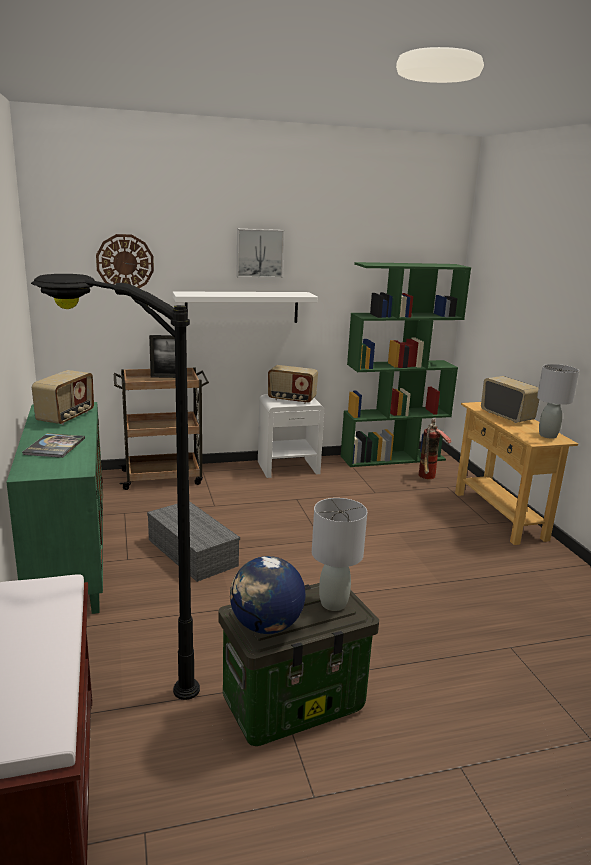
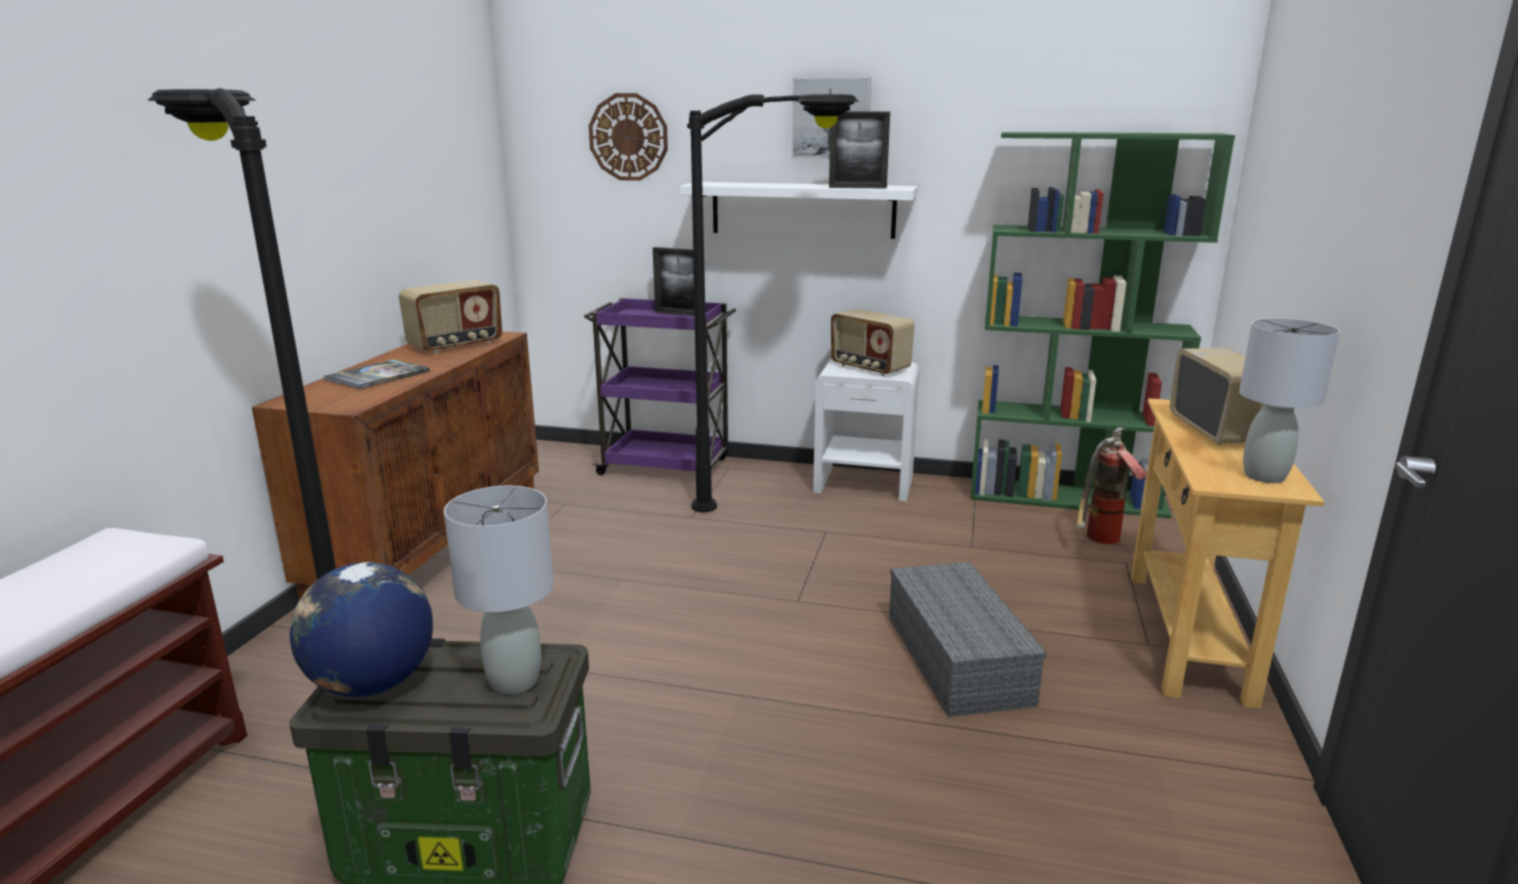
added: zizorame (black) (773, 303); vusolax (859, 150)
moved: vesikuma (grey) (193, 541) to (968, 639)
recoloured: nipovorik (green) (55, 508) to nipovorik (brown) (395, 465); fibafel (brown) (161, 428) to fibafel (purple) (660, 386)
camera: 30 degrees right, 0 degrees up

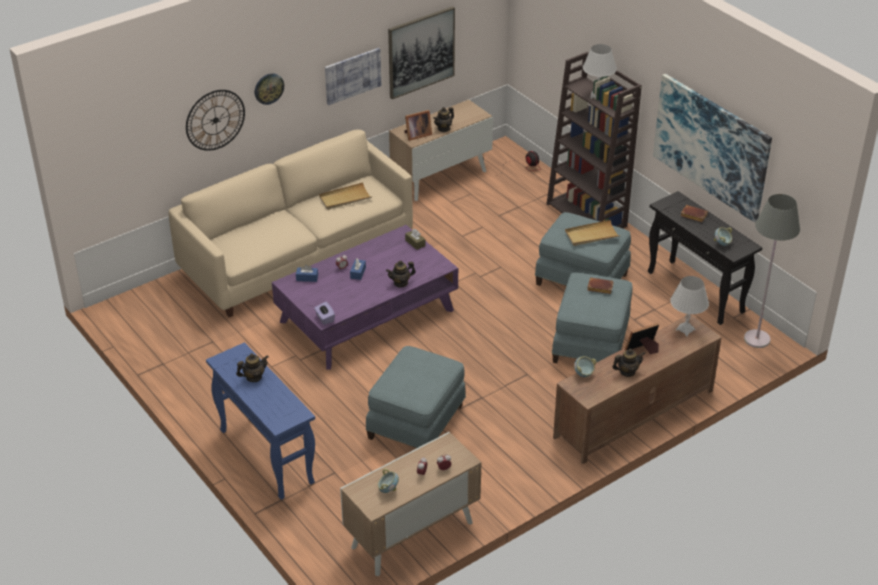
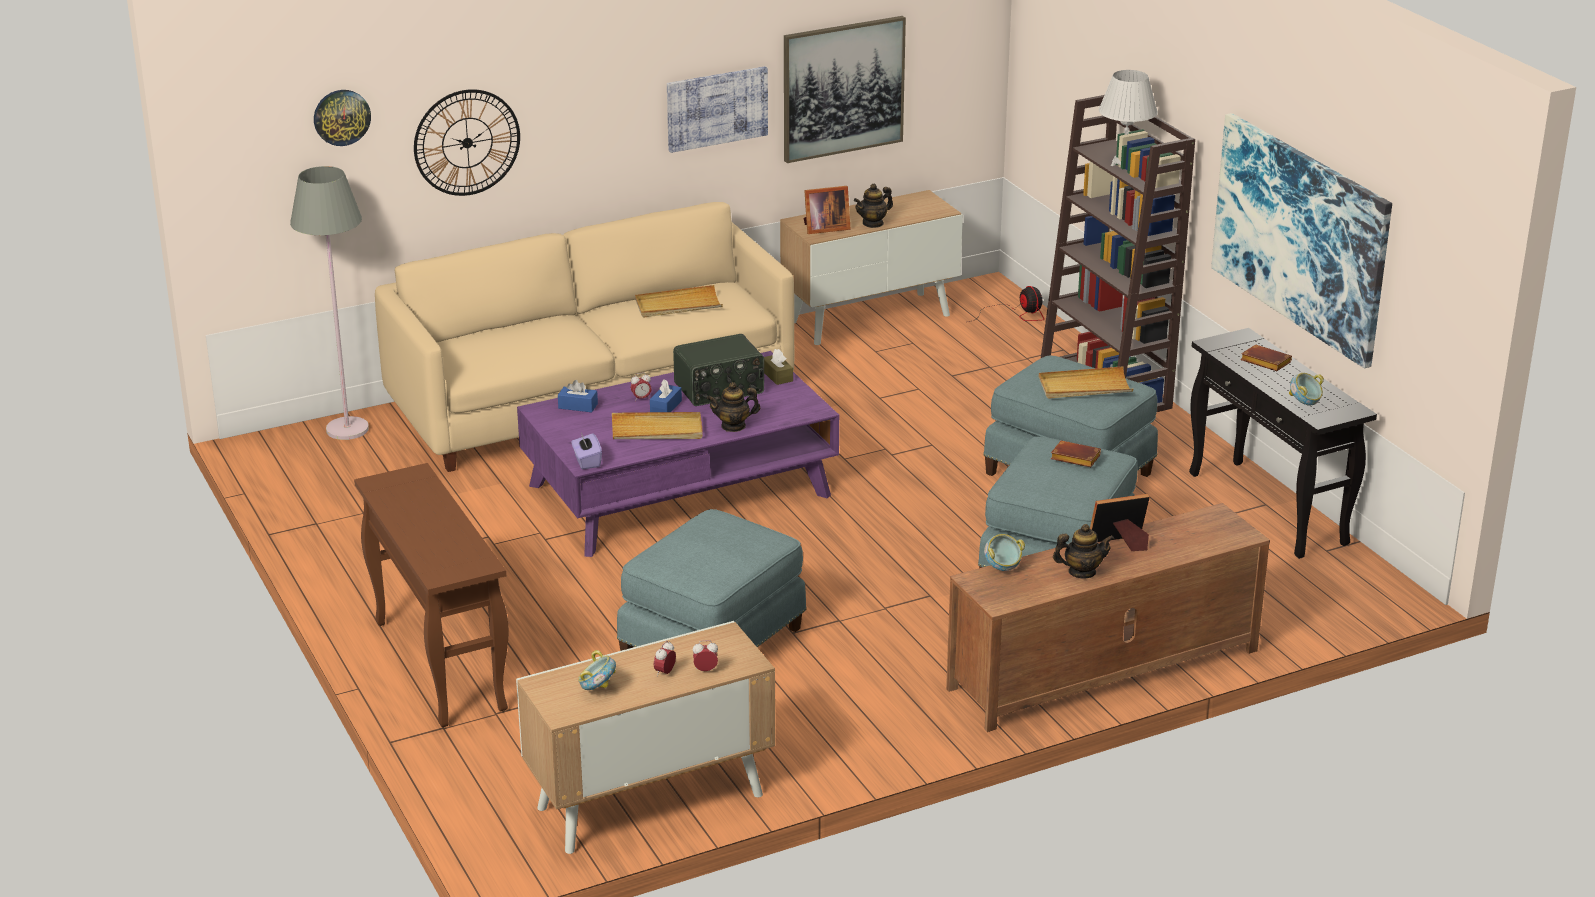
removed: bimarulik (252, 367); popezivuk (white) (689, 306)
added: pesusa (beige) (657, 425); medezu (718, 370)
moved: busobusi (269, 89) to (342, 118); zizorame (grey) (772, 271) to (329, 303)
recoloured: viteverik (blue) (260, 421) to viteverik (brown) (431, 595)
camera: 10 degrees right, 10 degrees down

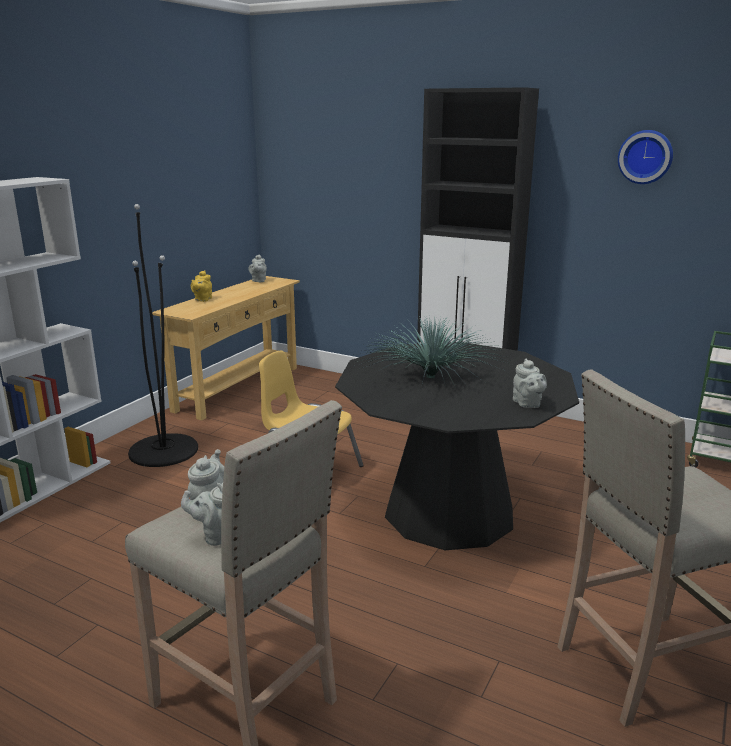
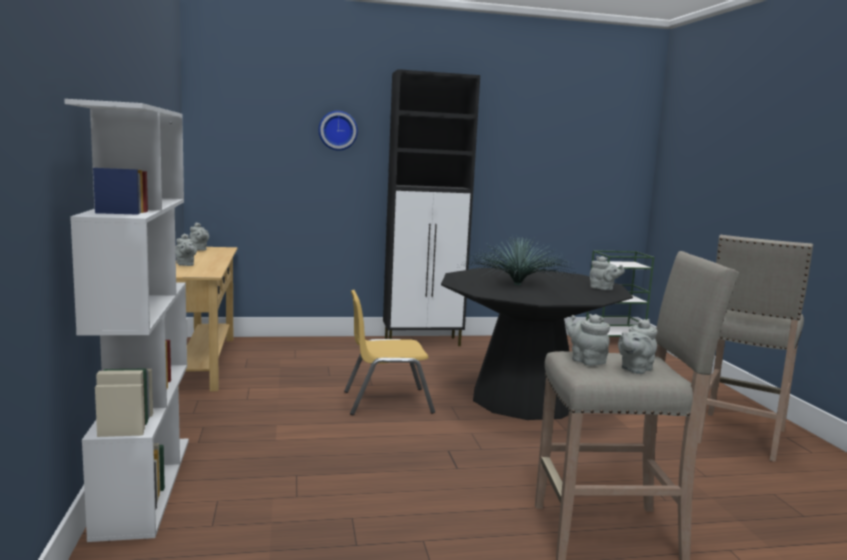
removed: zizorame (black) (163, 335)
moved: busobusi (645, 157) to (338, 131)
recoloured: bimarulik (yellow) (201, 286) to bimarulik (grey) (186, 250)
camera: 40 degrees left, 10 degrees down

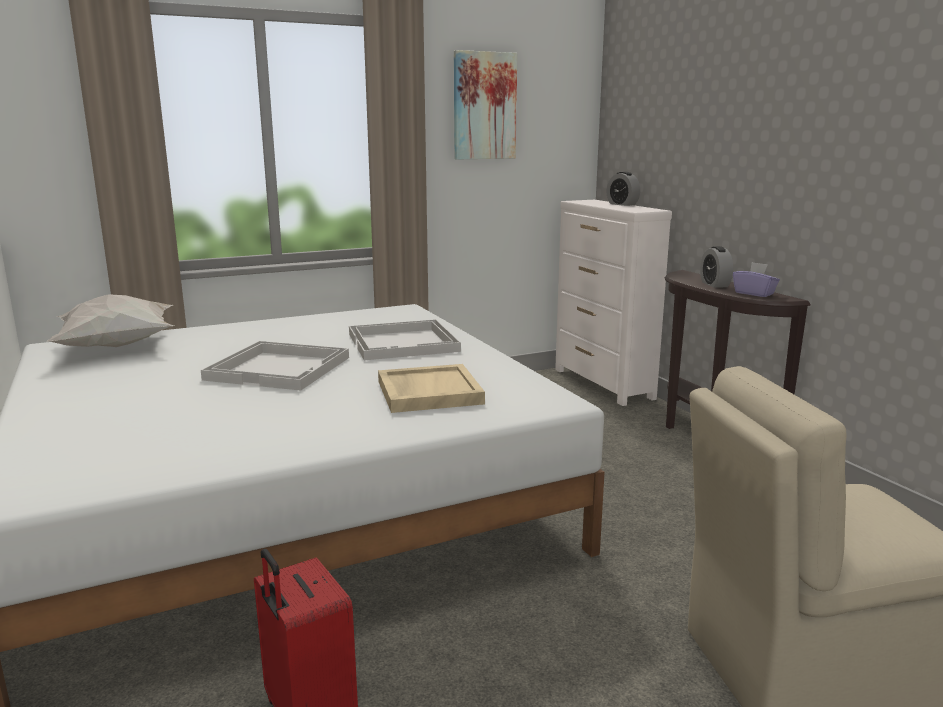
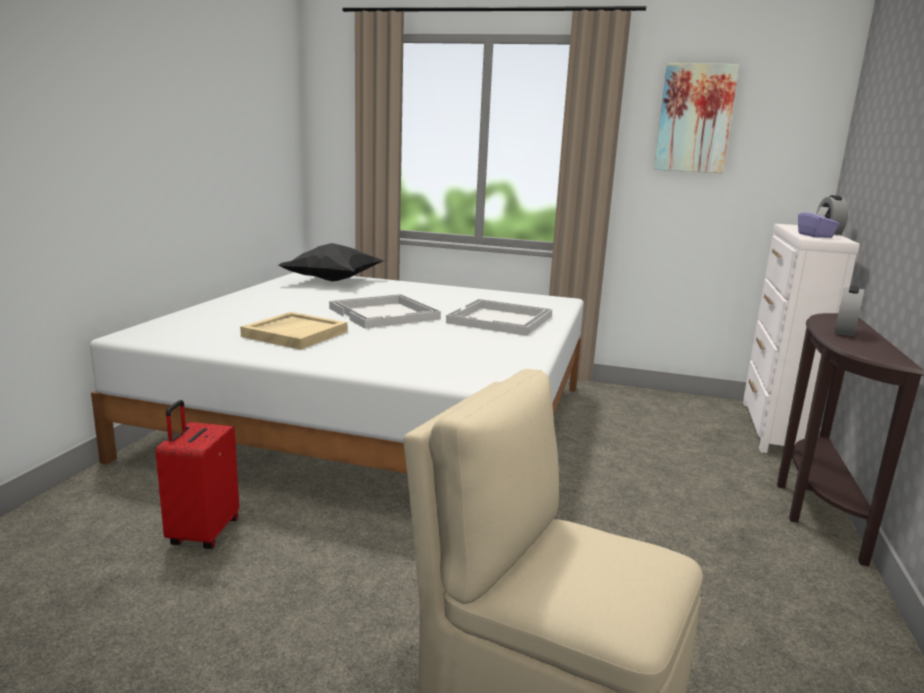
moved: pesusa (beige) (431, 388) to (293, 331); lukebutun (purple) (756, 279) to (819, 222)
recoloured: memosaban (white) (110, 320) to memosaban (black) (331, 262)
camera: 40 degrees right, 0 degrees up

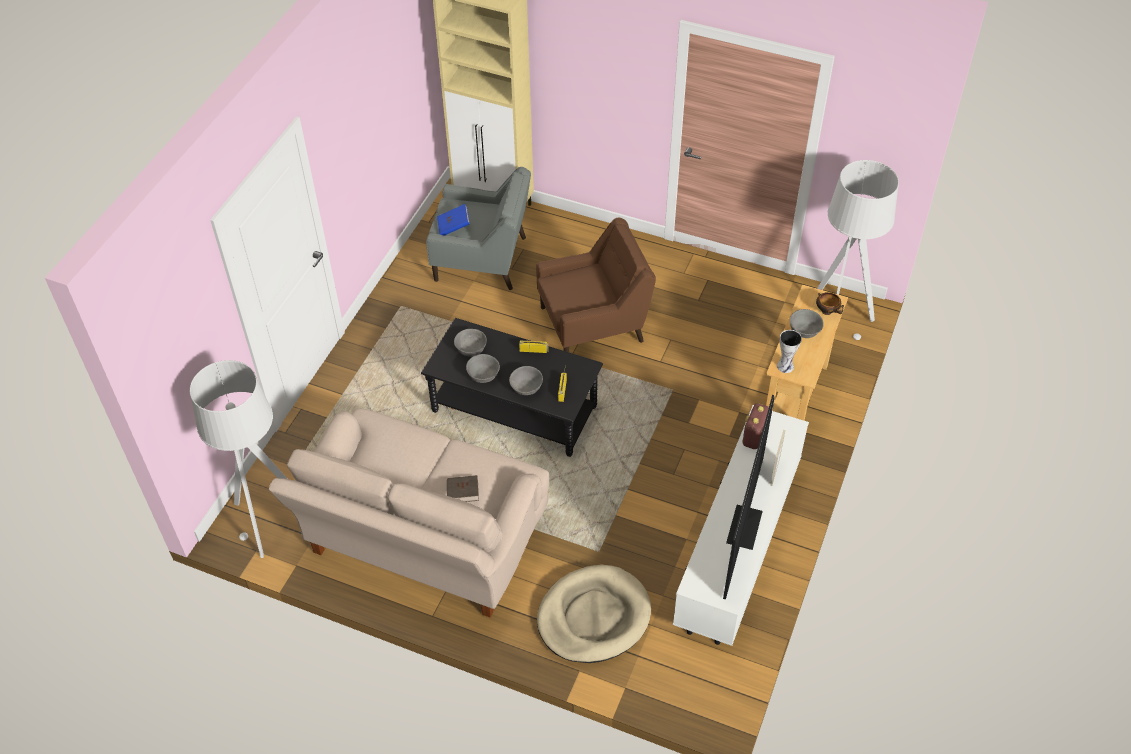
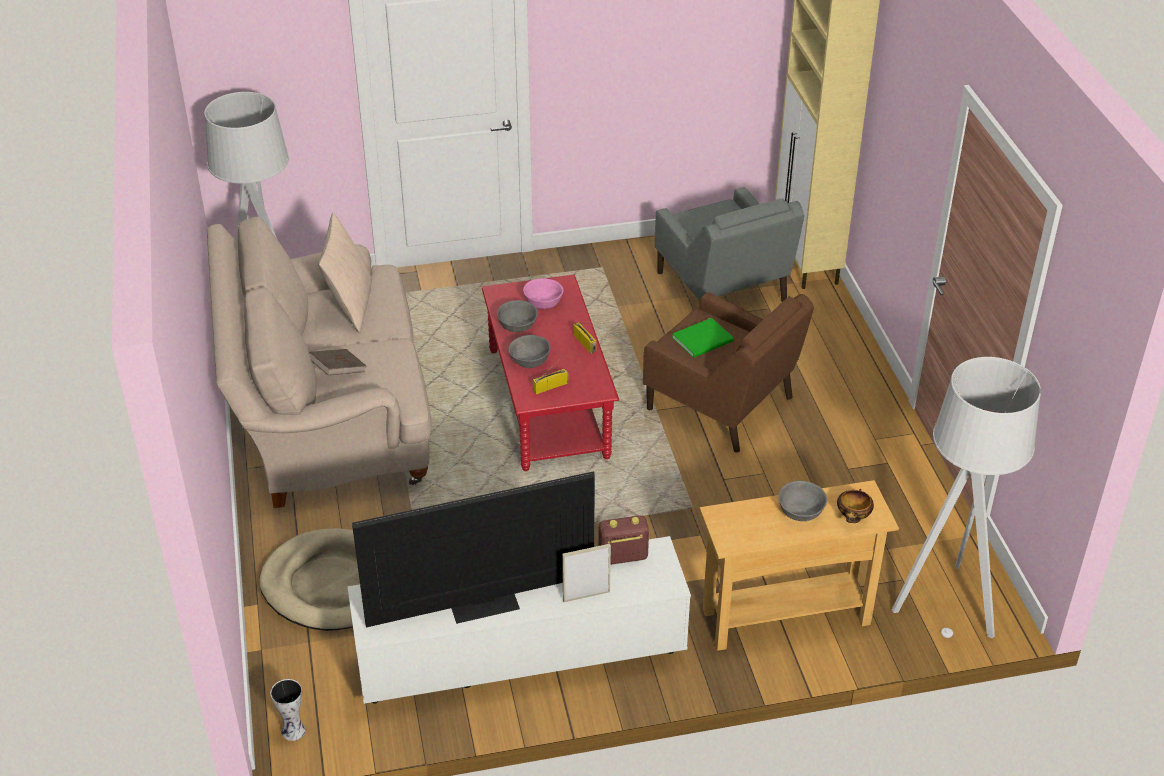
removed: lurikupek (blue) (453, 220)
added: memosaban (beige) (345, 272); lurikupek (green) (703, 338)
moved: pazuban (789, 351) to (288, 710)
recoloured: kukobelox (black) (512, 387) to kukobelox (red) (550, 373); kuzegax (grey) (470, 342) to kuzegax (pink) (543, 293)
camera: 55 degrees right, 10 degrees down

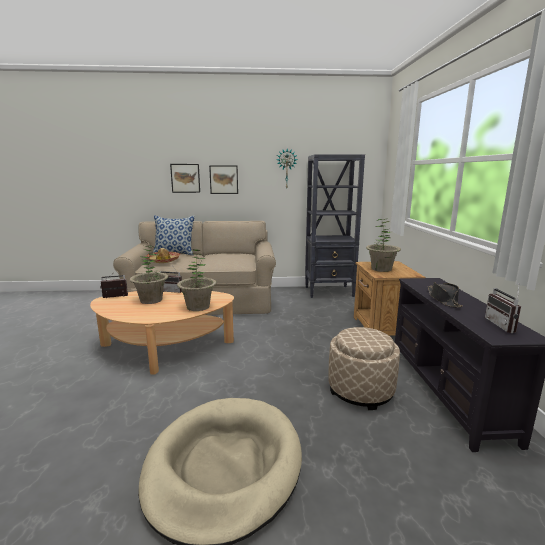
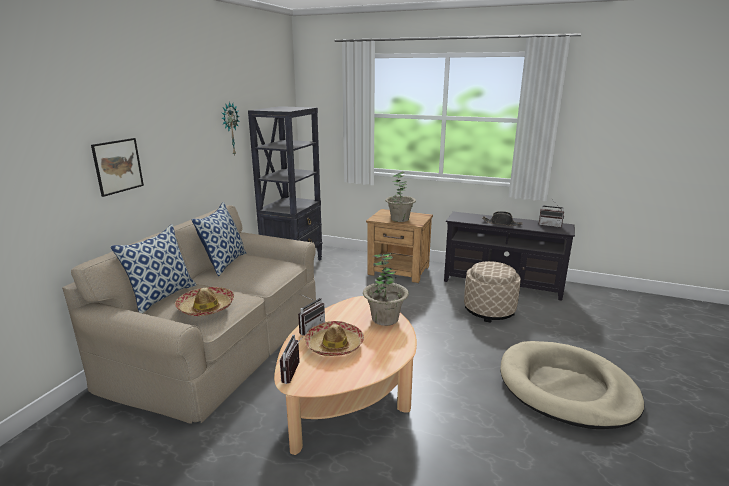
removed: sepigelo (223, 179)
added: memosaban (219, 239)
replaced: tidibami (149, 274) to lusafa (334, 338)
camera: 65 degrees left, 5 degrees up

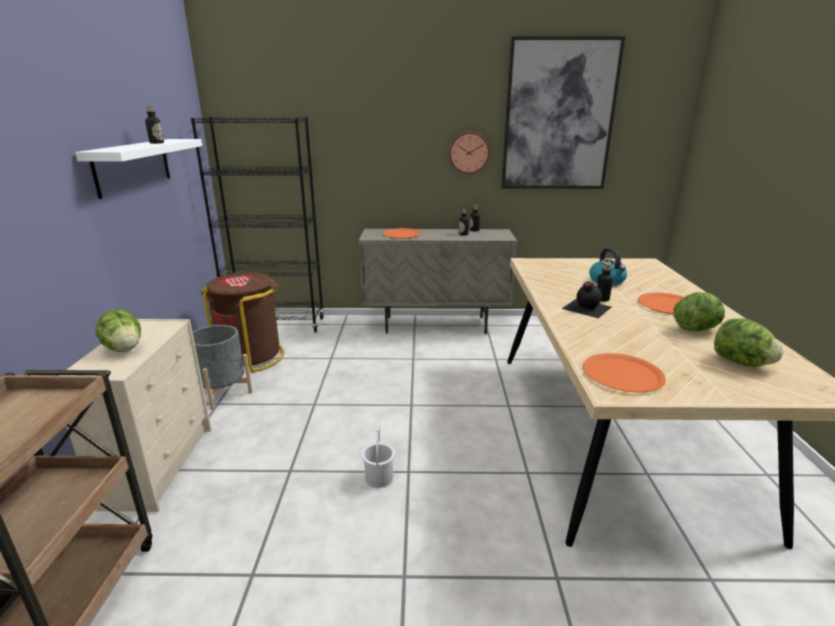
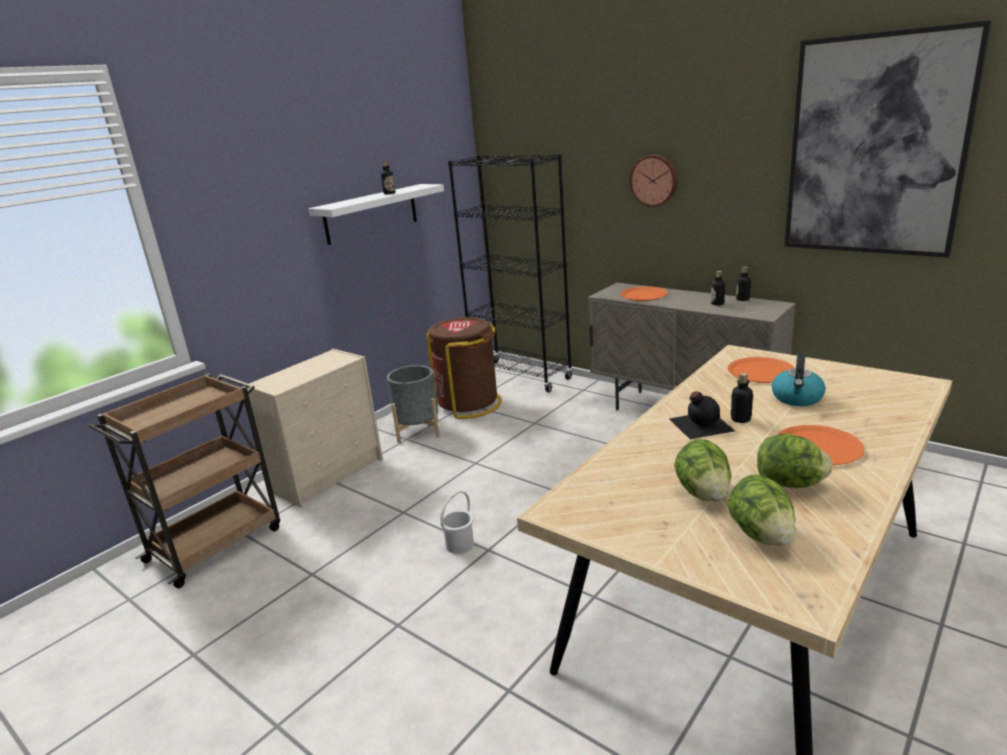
moved: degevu (118, 330) to (702, 470); busobusi (469, 152) to (653, 181); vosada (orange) (624, 372) to (761, 370)
camera: 40 degrees right, 0 degrees up

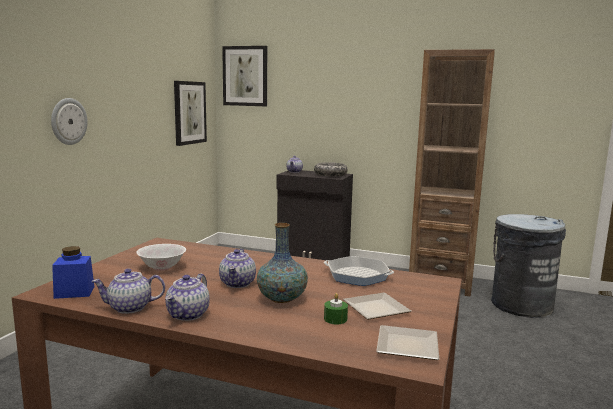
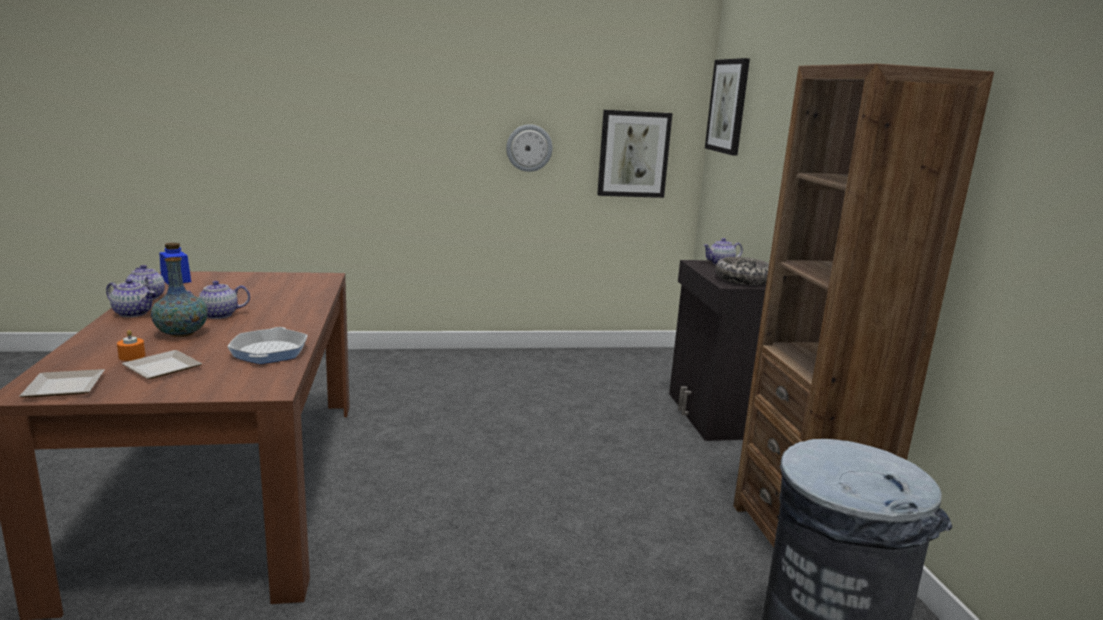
removed: kuzegax (white) (161, 257)
moved: busobusi (69, 121) to (529, 148)
recoloured: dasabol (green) (336, 309) to dasabol (orange) (131, 345)
turned: bimarulik (187, 297) = (130, 298) 150 degrees counterclockwise
camera: 60 degrees right, 5 degrees up

